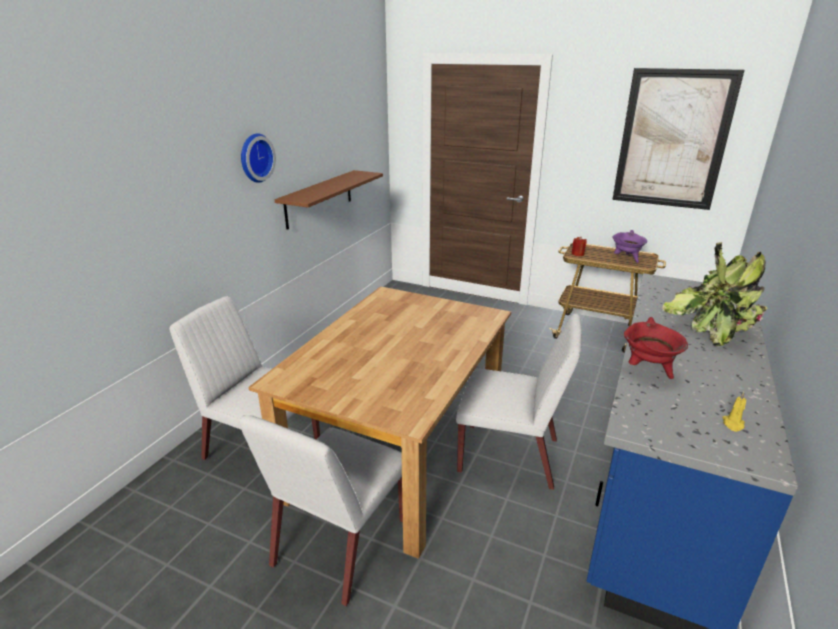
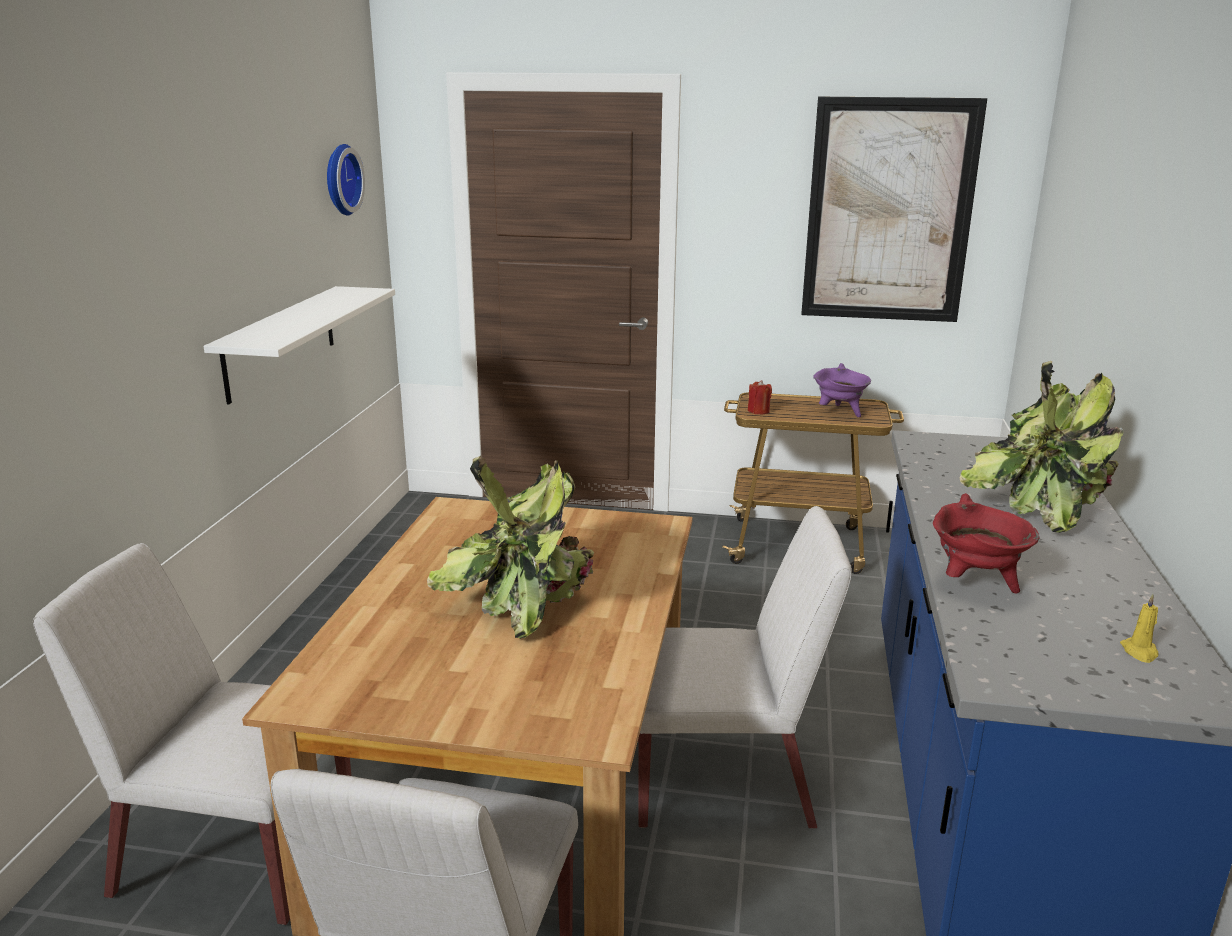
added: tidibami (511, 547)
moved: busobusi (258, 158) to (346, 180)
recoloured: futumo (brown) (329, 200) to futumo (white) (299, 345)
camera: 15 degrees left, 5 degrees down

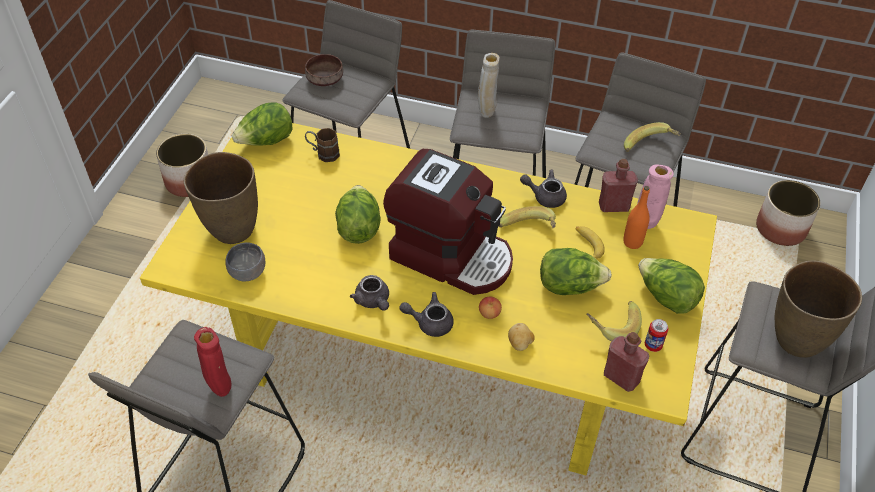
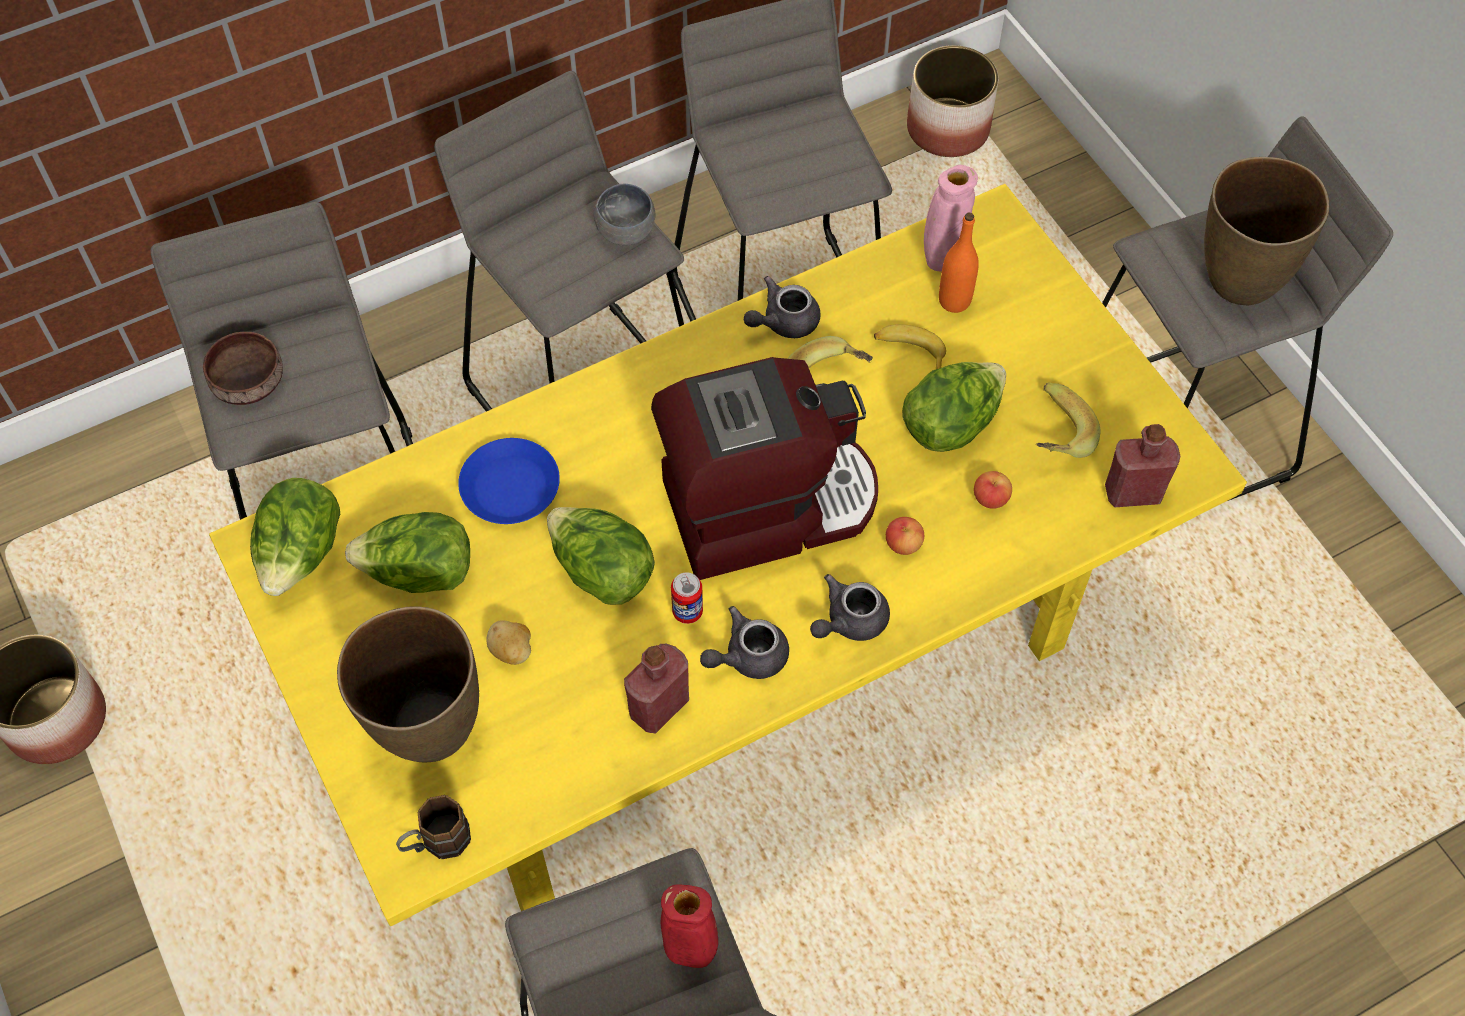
removed: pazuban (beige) (489, 85); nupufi (652, 137)
added: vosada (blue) (509, 481); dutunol (993, 490)
moved: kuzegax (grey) (245, 262) to (624, 215); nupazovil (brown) (322, 145) to (433, 827); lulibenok (521, 337) to (508, 642); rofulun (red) (618, 185) to (656, 688); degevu (671, 286) to (407, 552); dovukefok (656, 335) to (687, 598)
turned: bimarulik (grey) (369, 293) = (744, 642) 135 degrees clockwise
camera: 45 degrees left, 10 degrees up

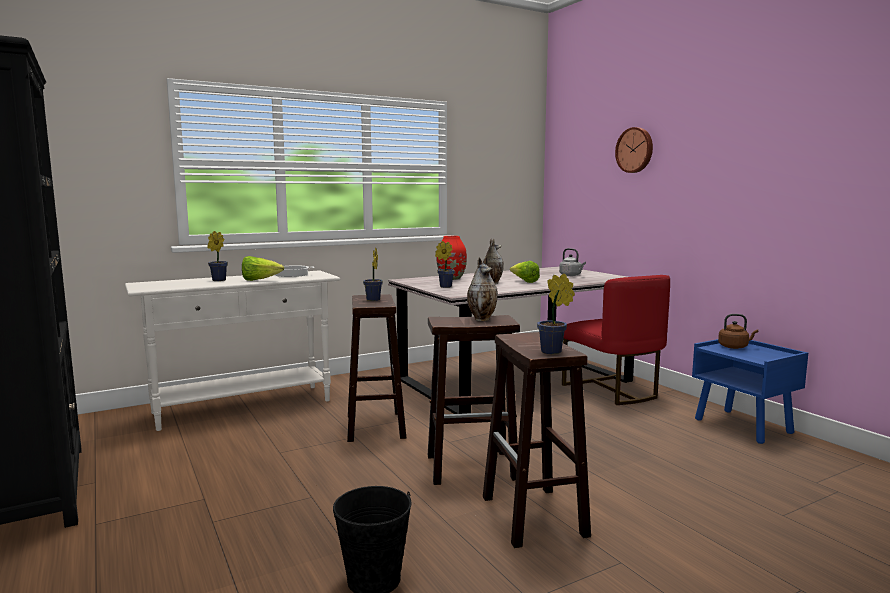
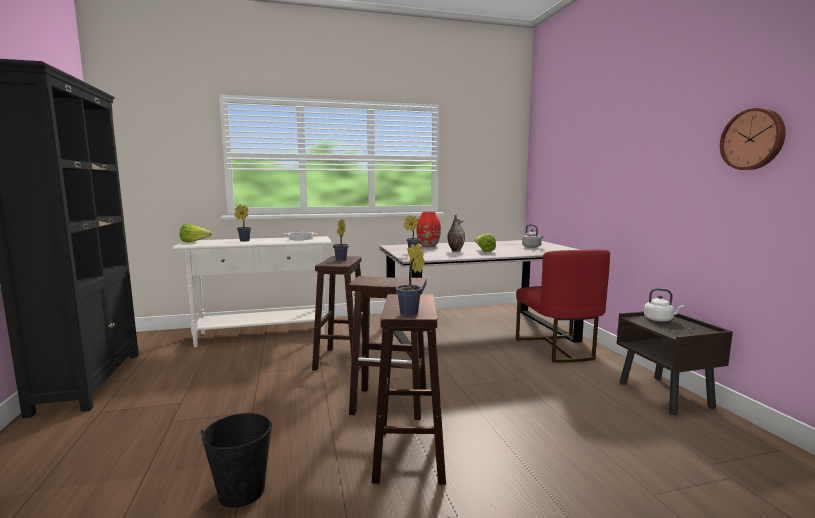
removed: pazuban (482, 289)
moved: degevu (263, 268) to (196, 233); busobusi (634, 150) to (753, 139)
recoloured: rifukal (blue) (750, 391) to rifukal (brown) (675, 363); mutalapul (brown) (738, 331) to mutalapul (white) (664, 305)
camera: 15 degrees right, 0 degrees up

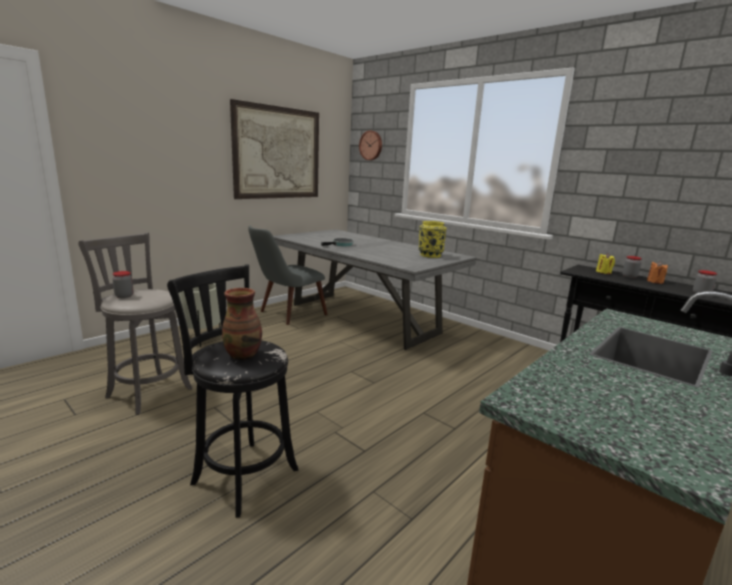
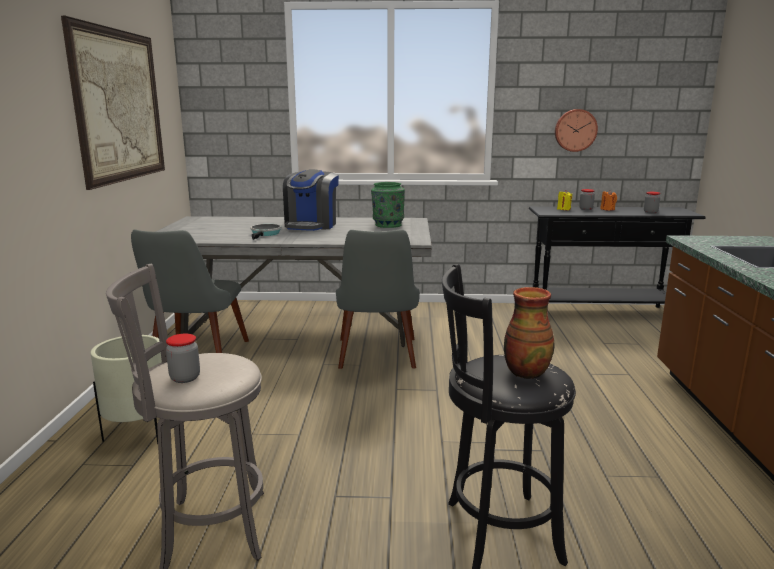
added: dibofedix (311, 200); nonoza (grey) (378, 299)
moved: busobusi (370, 145) to (576, 130)
recoloured: pazuban (yellow) (433, 239) to pazuban (green) (388, 205)
camera: 40 degrees left, 0 degrees up

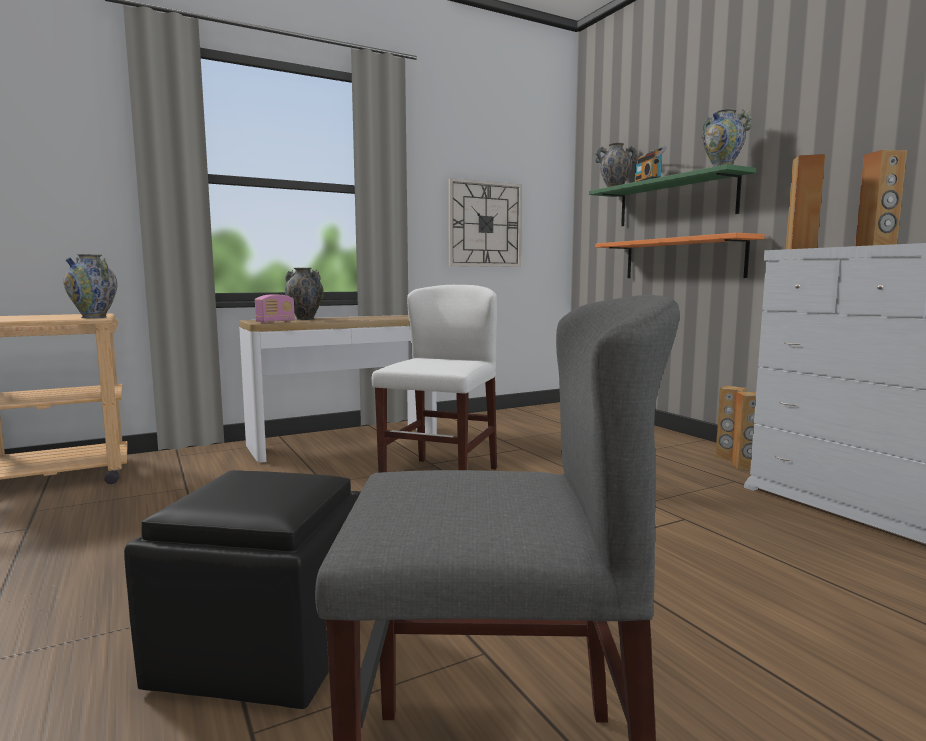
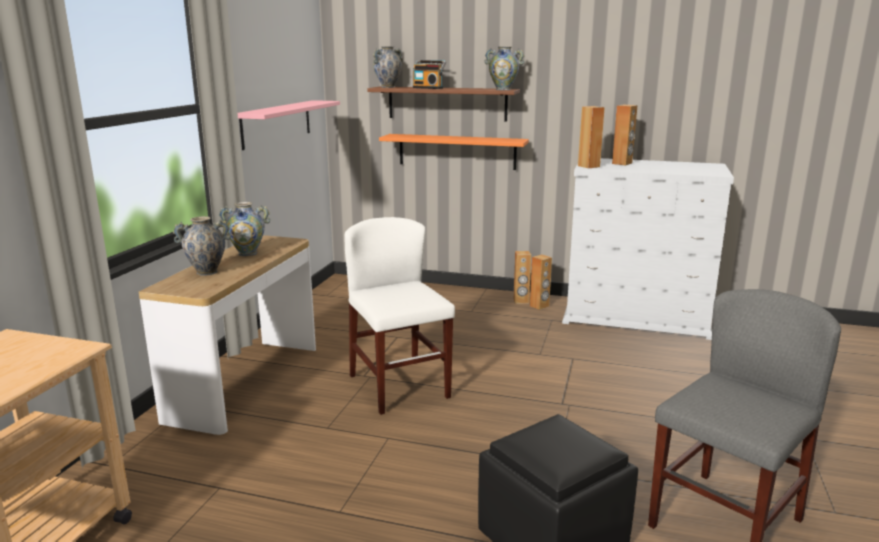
removed: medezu (275, 308)
moved: pazuban (90, 286) to (244, 229)
replaced: busobusi (485, 222) to futumo (pink) (288, 125)
recoloured: futumo (green) (672, 195) to futumo (brown) (443, 104)
camera: 45 degrees left, 10 degrees up

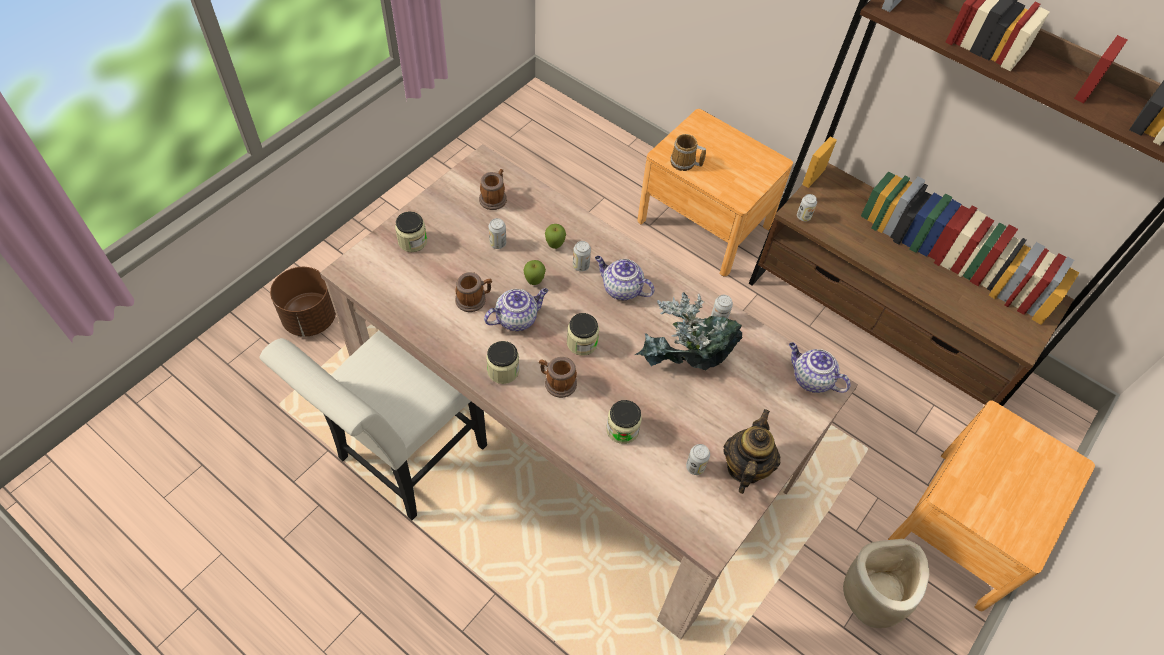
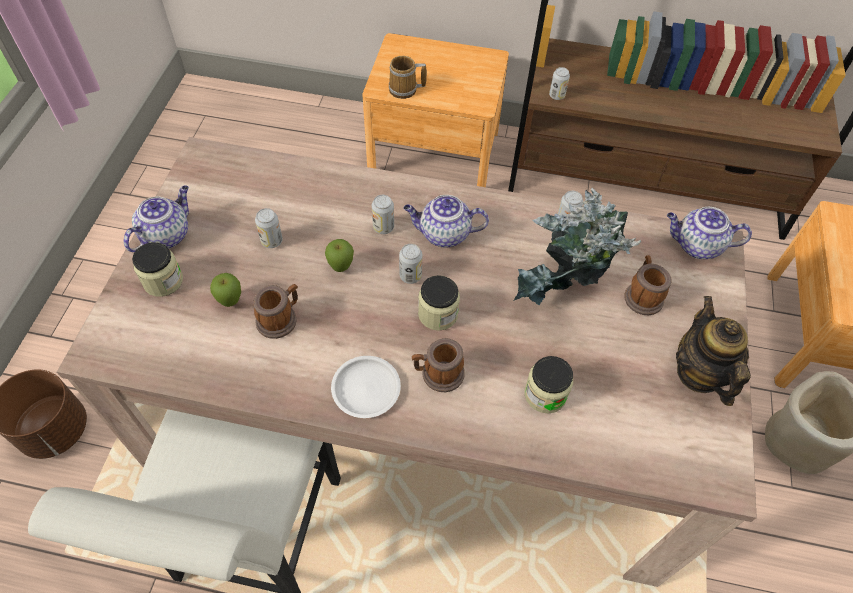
moved: nupazovil (493, 189) to (648, 285); bimarulik (516, 309) to (156, 218); dutunol (555, 236) to (225, 290); dovukefok (698, 459) to (410, 264)
replaced: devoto (502, 362) to vosada (white) (366, 387)
camera: 25 degrees left, 0 degrees up

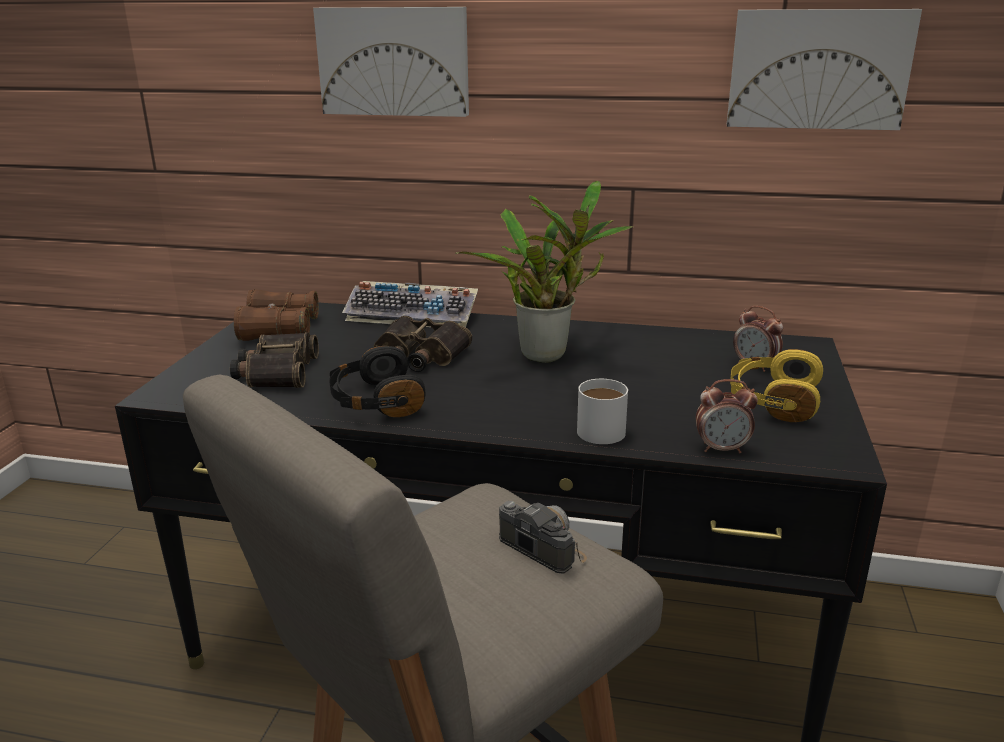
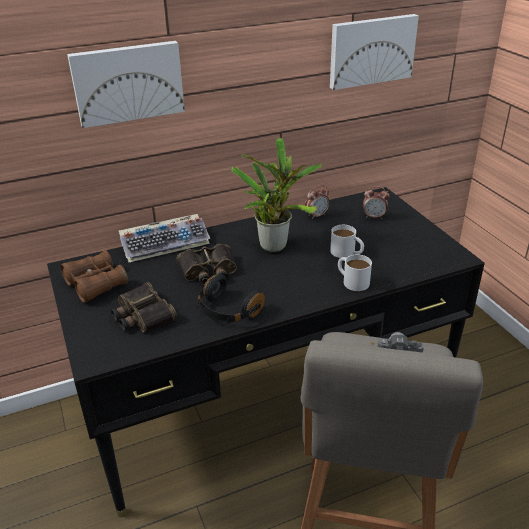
removed: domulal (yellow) (776, 385)
added: nupazovil (white) (347, 241)
moved: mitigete (727, 416) to (317, 202)
camera: 35 degrees left, 10 degrees up

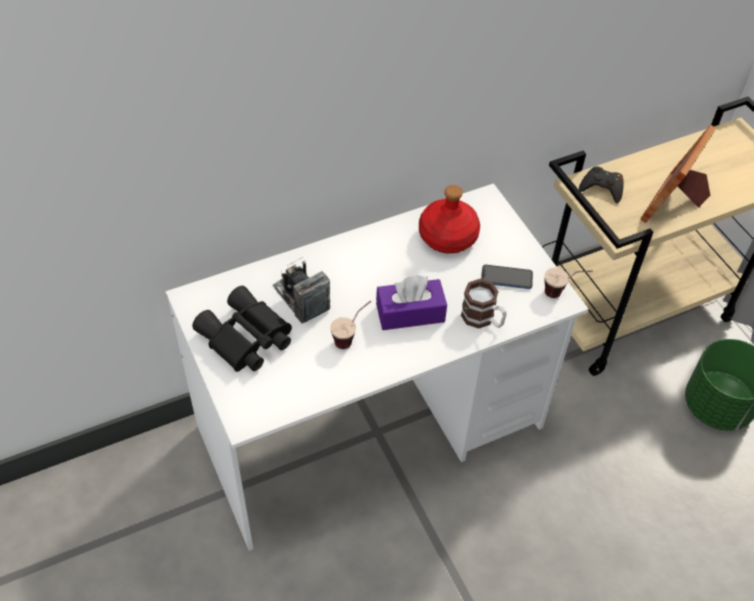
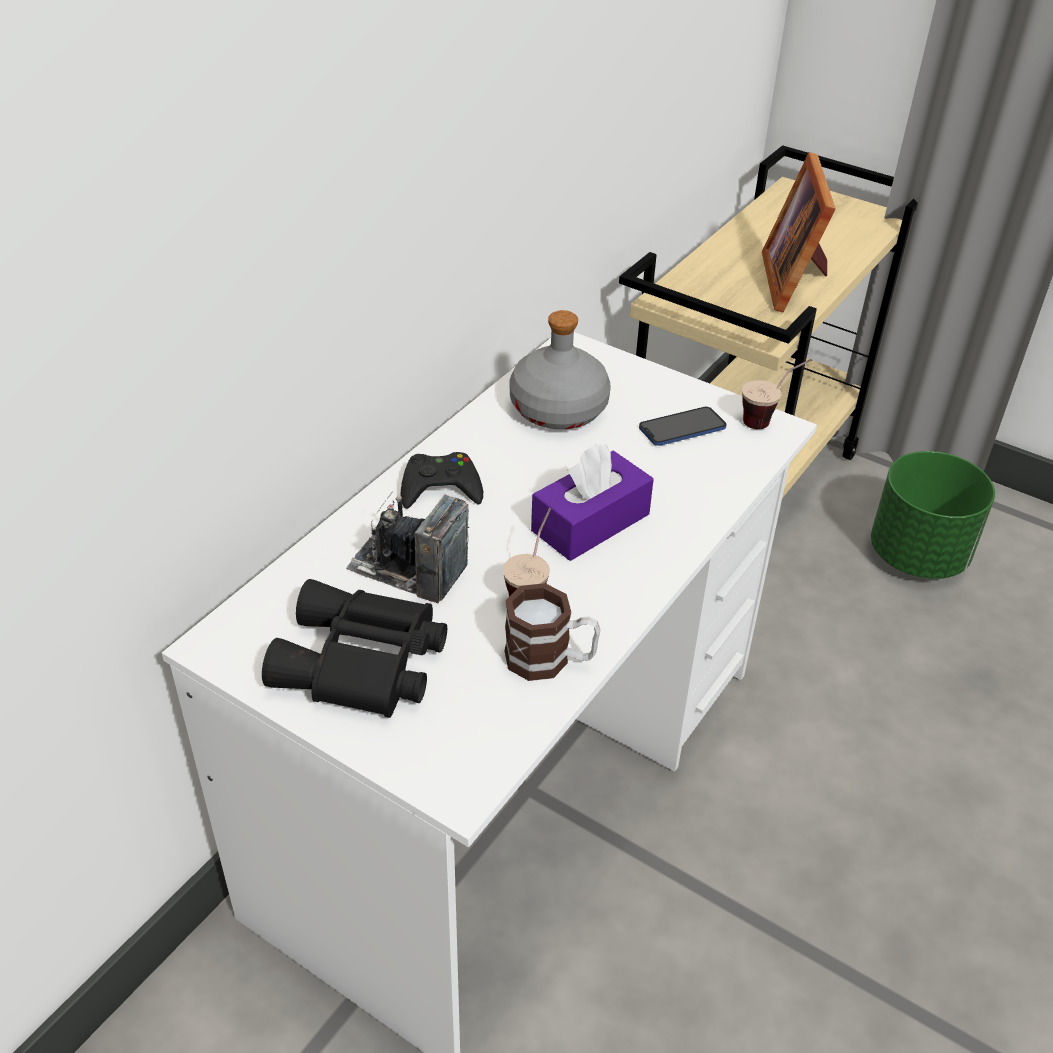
moved: nupazovil (484, 304) to (552, 632); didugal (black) (601, 184) to (441, 480)
recoloured: rofulun (red) (449, 219) to rofulun (grey) (560, 369)
camera: 30 degrees left, 10 degrees down

